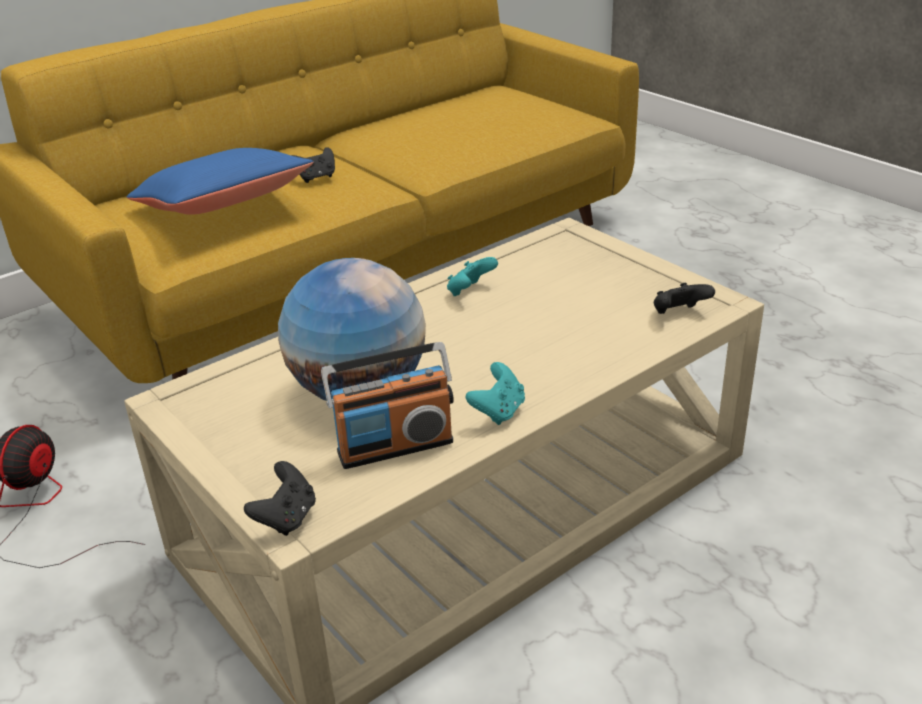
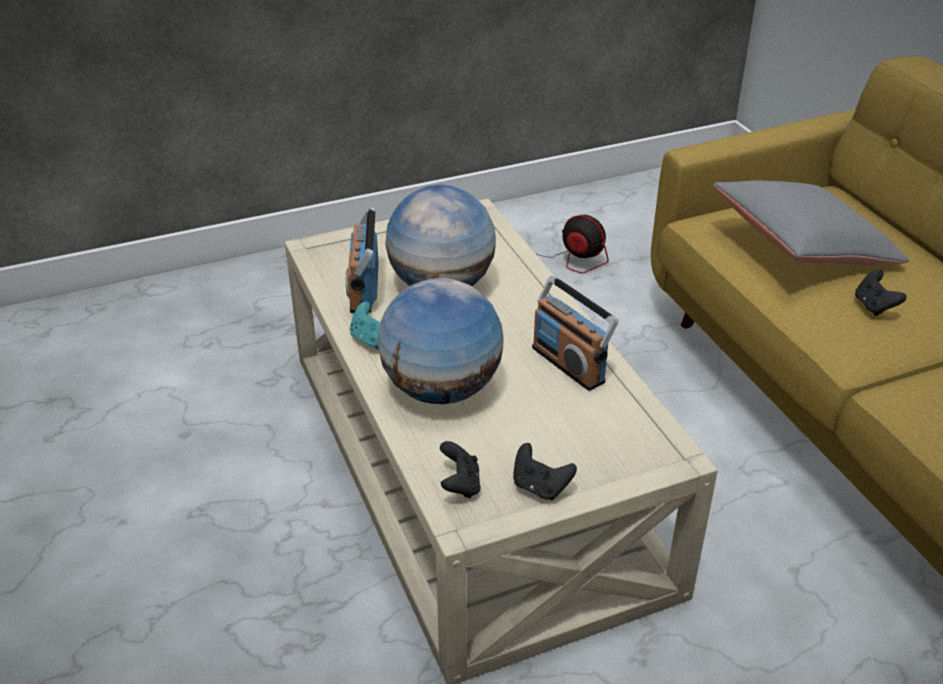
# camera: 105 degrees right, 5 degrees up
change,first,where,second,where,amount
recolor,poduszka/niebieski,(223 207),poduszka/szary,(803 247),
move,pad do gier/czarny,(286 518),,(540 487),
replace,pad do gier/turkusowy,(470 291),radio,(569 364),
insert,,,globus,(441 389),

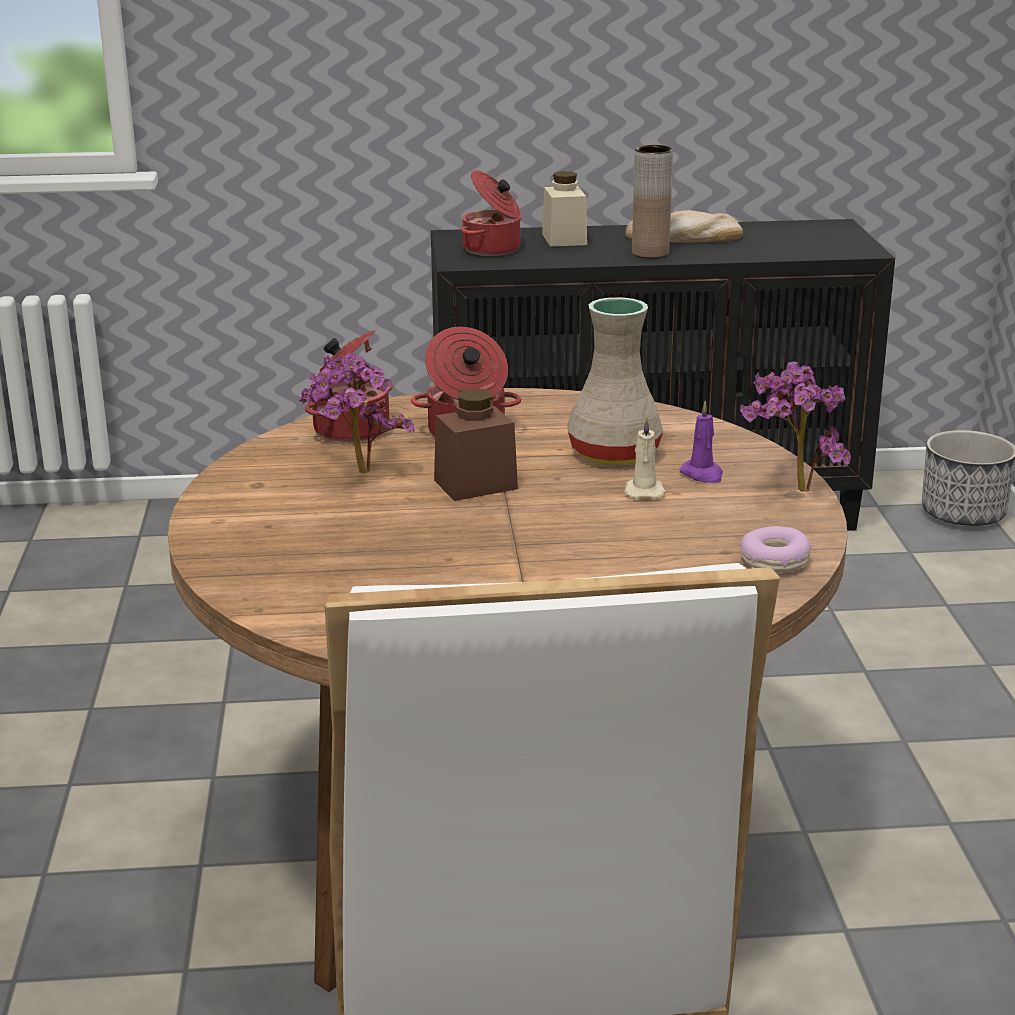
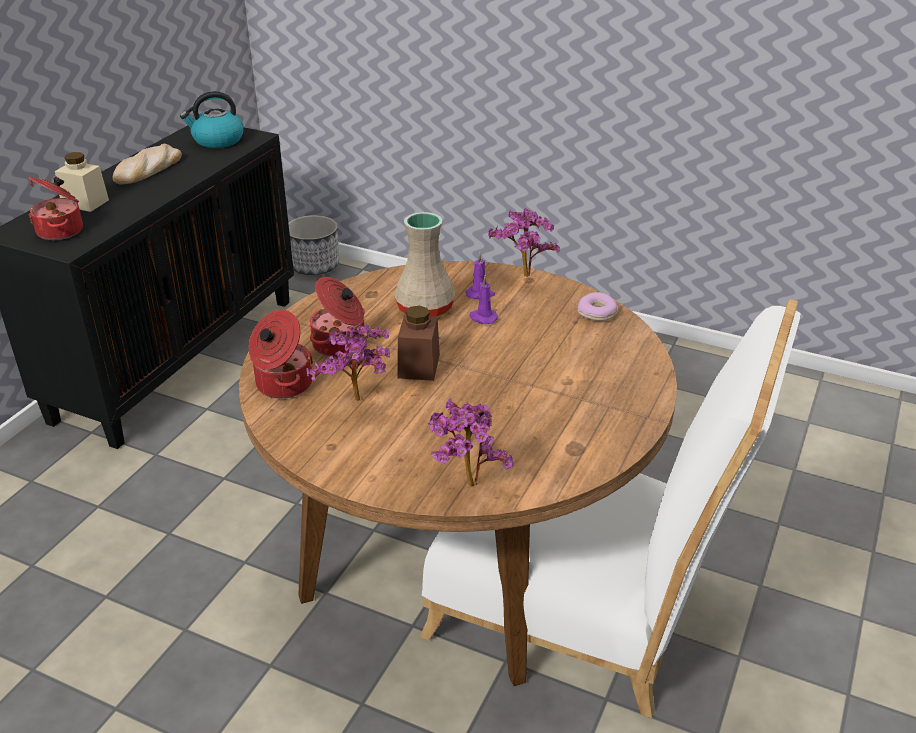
# camera: 60 degrees left, 10 degrees up
change,first,where,second,where,amount
recolor,świeca/beżowy,(644 491),świeca/fioletowy,(482 318),
delete,wazon/brązowy,(650 253),,,
insert,,,czajnik,(217 140),
insert,,,roślina doniczkowa,(465 487),

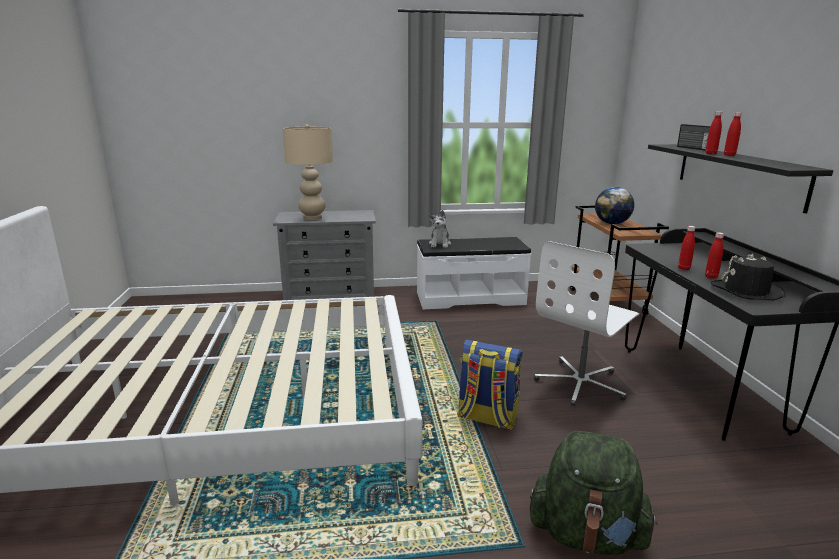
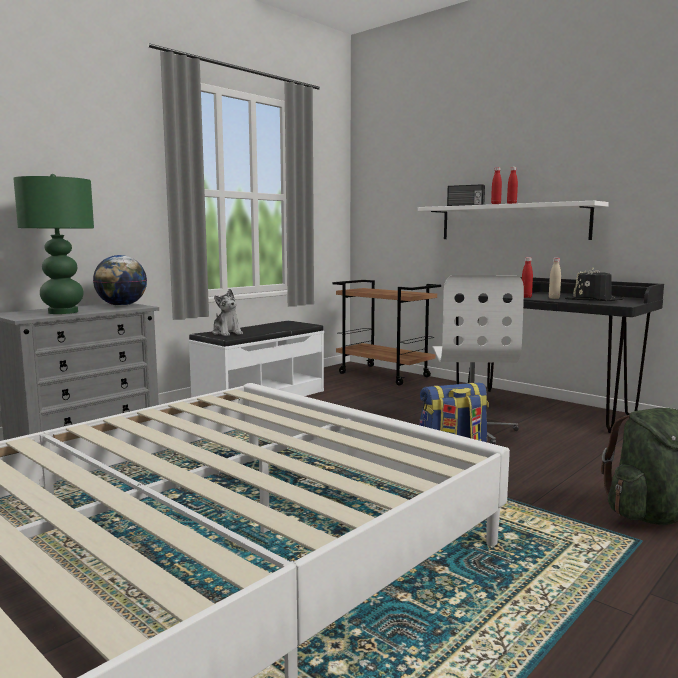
# camera: 40 degrees left, 10 degrees down
change,first,where,second,where,amount
recolor,lampa stołowa/beżowy,(312 218),lampa stołowa/zielony,(62 312),
move,globus,(611 223),,(121 305),
recolor,półka/czarny,(737 174),półka/biały,(512 222),
recolor,butelka/czerwony,(711 277),butelka/beżowy,(554 298),

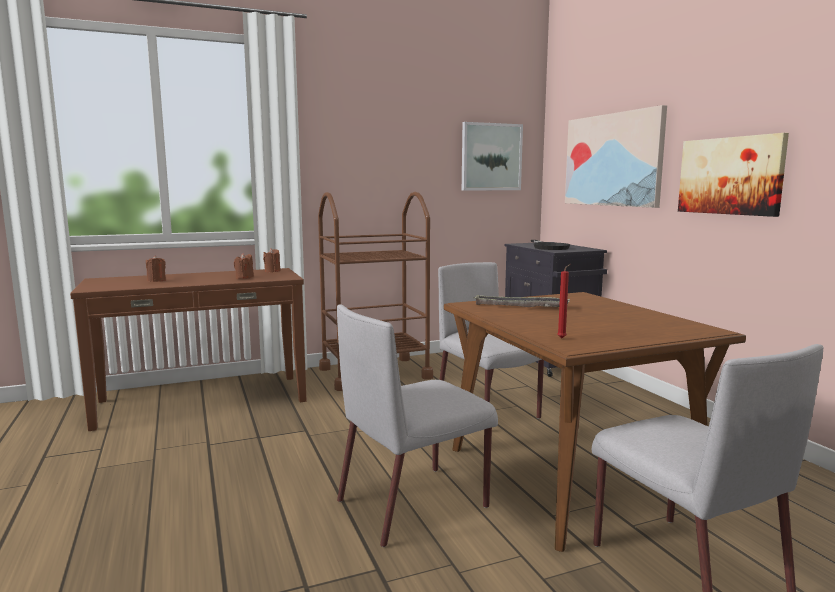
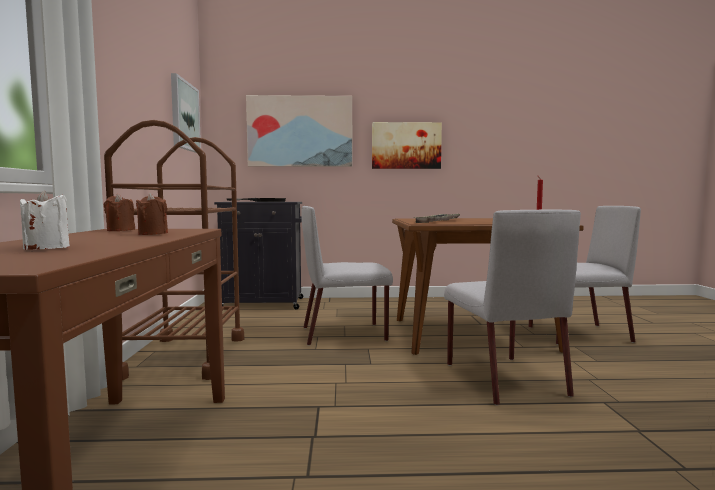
# camera: 70 degrees left, 5 degrees down
change,first,where,second,where,amount
recolor,świeca/brązowy,(156 280),świeca/biały,(47 248),

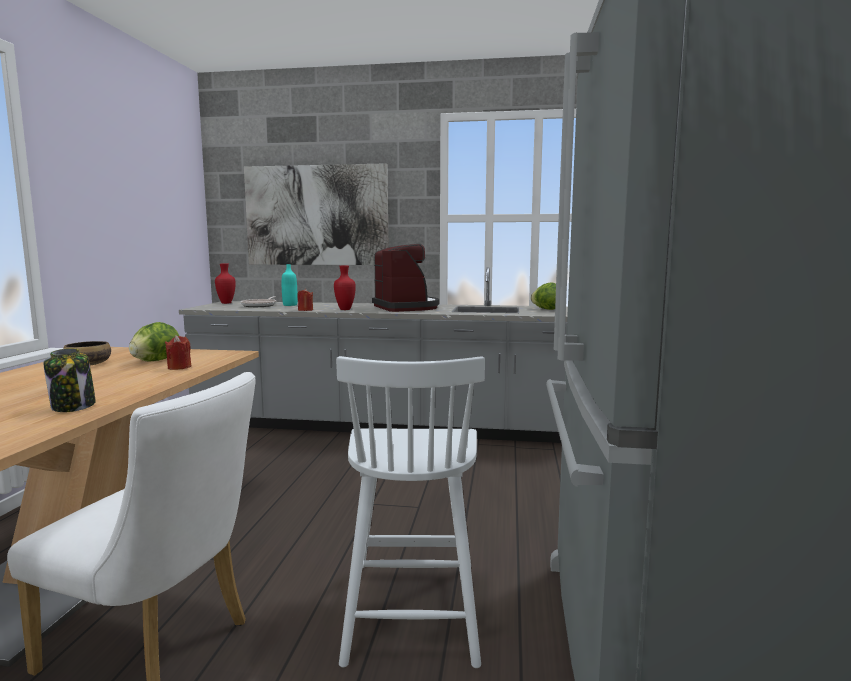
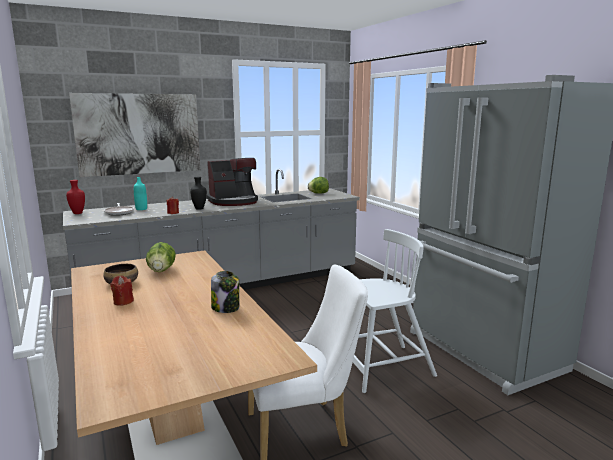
# camera: 35 degrees left, 5 degrees up
change,first,where,second,where,amount
move,świeca/czerwony,(179 367),,(123 301),
recolor,wazon/czerwony,(345 309),wazon/czarny,(199 208),
rotate,krzesło/biały,(412 607),,(382 368),75 degrees counterclockwise
rotate,ekspres do kawy,(406 307),,(234 201),120 degrees clockwise

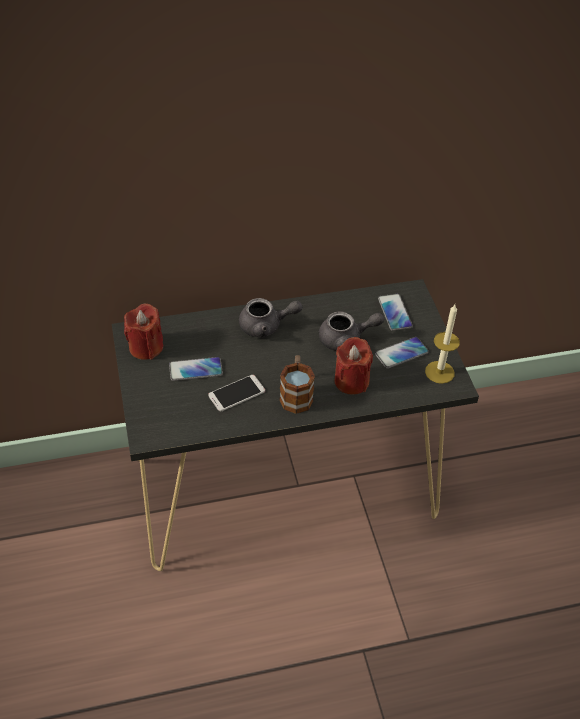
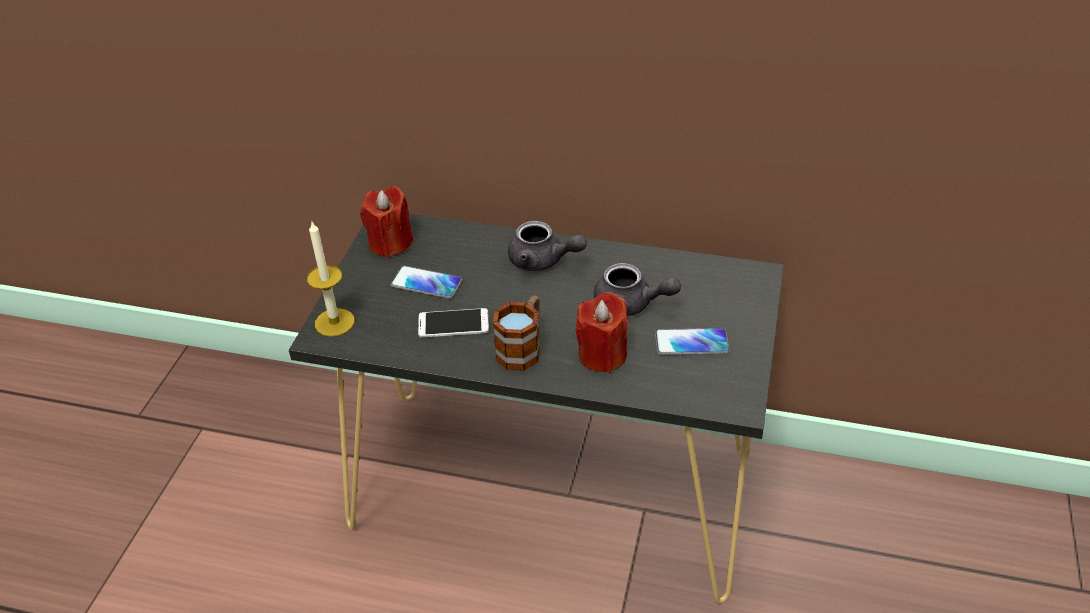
# camera: 30 degrees right, 5 degrees down
change,first,where,second,where,amount
delete,telefon,(394 313),,,
move,świeca,(439 372),,(334 322),

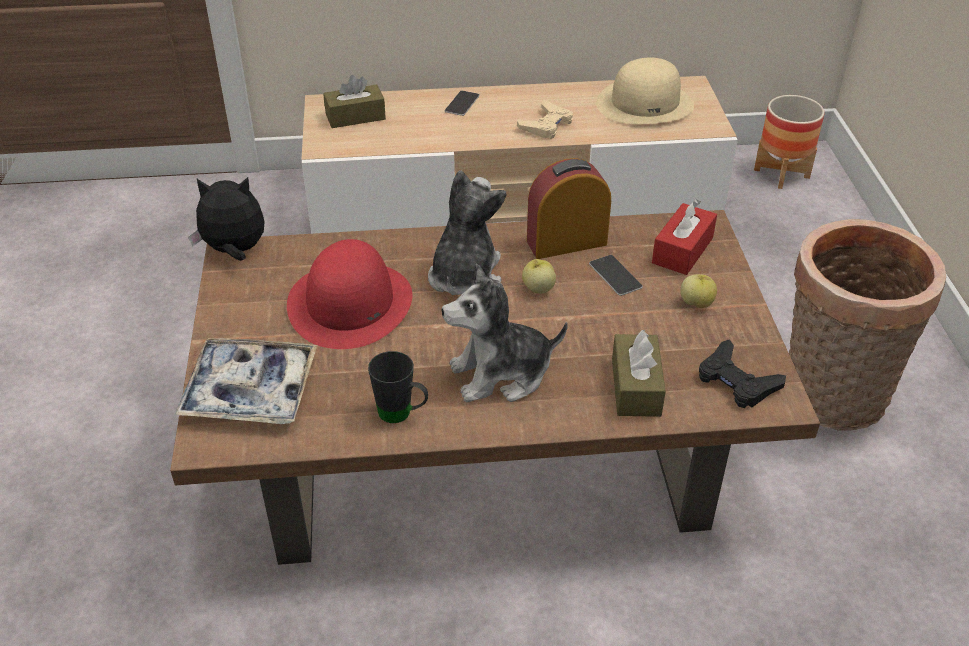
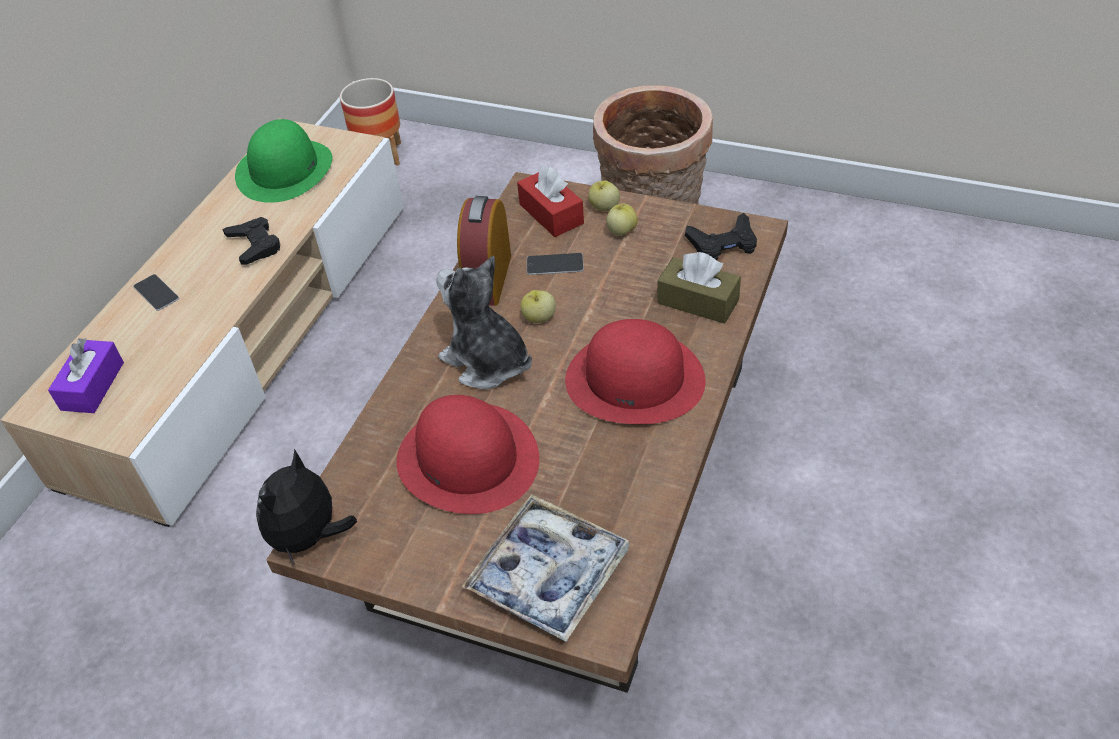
# camera: 60 degrees left, 5 degrees up
change,first,where,second,where,amount
recolor,pudełko chusteczek/brązowy,(355 116),pudełko chusteczek/fioletowy,(92 386),
delete,kubek/czarny,(402 415),,,
replace,pluszak,(501 374),kapelusz/czerwony,(635 379),
recolor,pad do gier/beżowy,(546 125),pad do gier/czarny,(255 245),
recolor,kapelusz/beżowy,(645 103),kapelusz/zielony,(284 170),
insert,,,jabłko,(604 207),

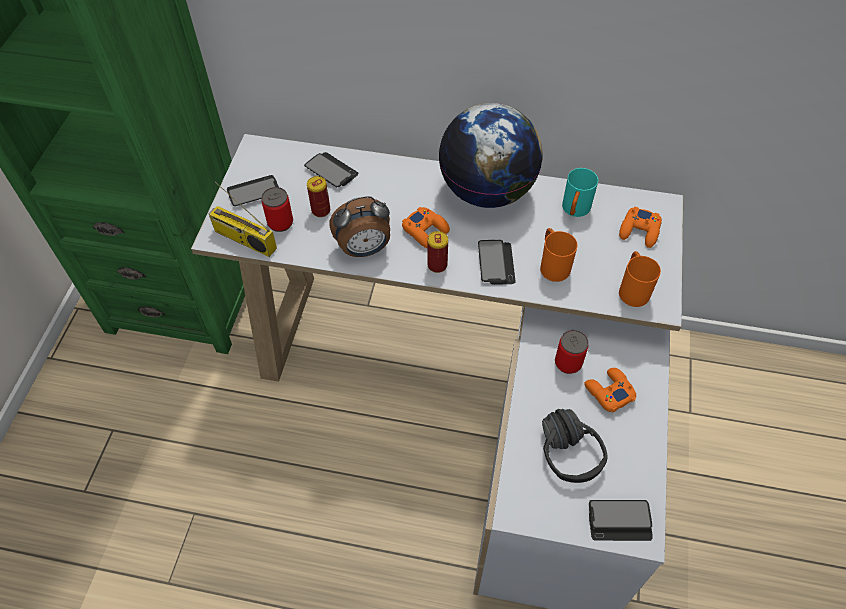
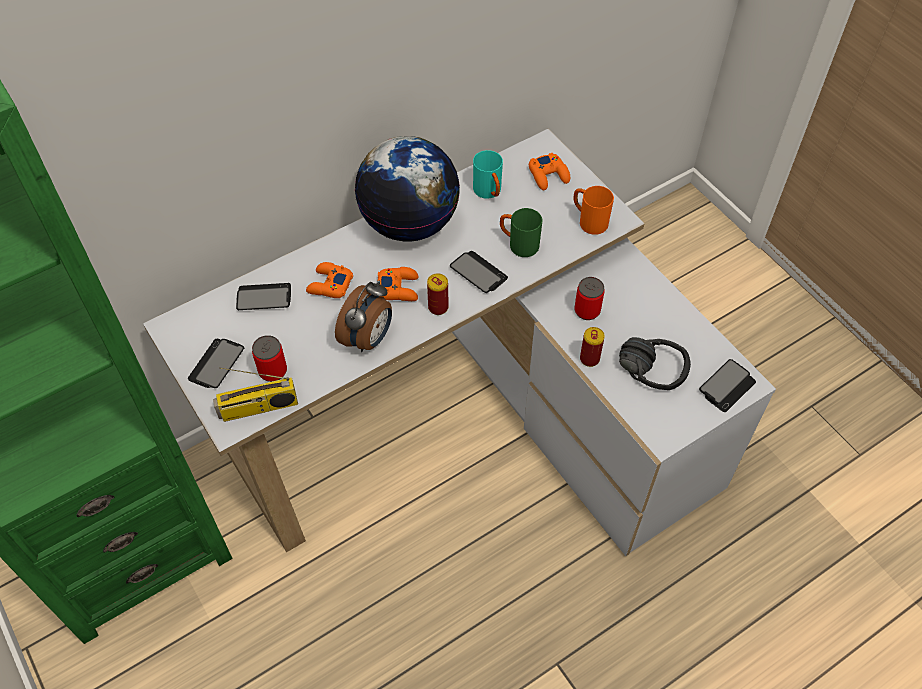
# camera: 45 degrees left, 0 degrees up
change,first,where,second,where,amount
move,puszka,(321 210),,(589 359),
recolor,kubek/pomarańczowy,(552 265),kubek/zielony,(518 244),
move,pad do gier/pomarańczowy,(608 392),,(329 285),

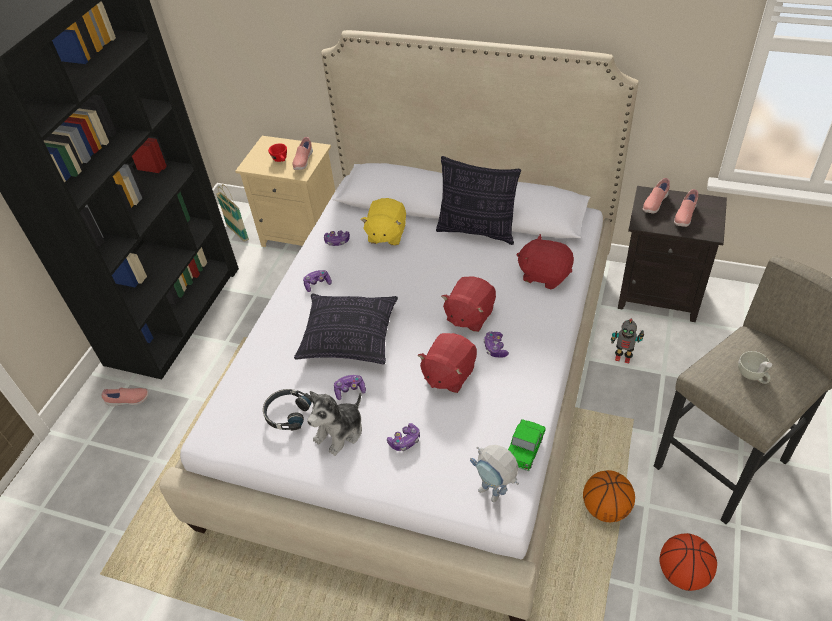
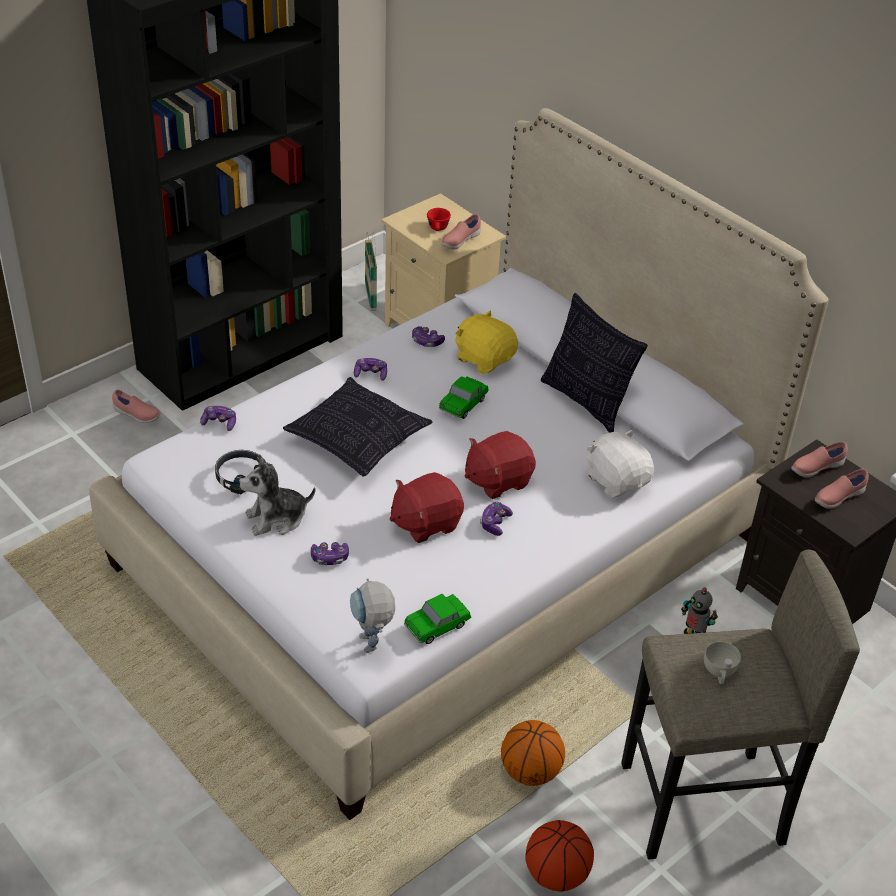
# camera: 25 degrees right, 5 degrees down
change,first,where,second,where,amount
move,pad do gier,(350 390),,(219 423),
rotate,pluszak/żółty,(386 234),,(484 359),90 degrees clockwise
recolor,pluszak/czerwony,(544 275),pluszak/biały,(617 480),
insert,,,samochodzik,(463 405),

